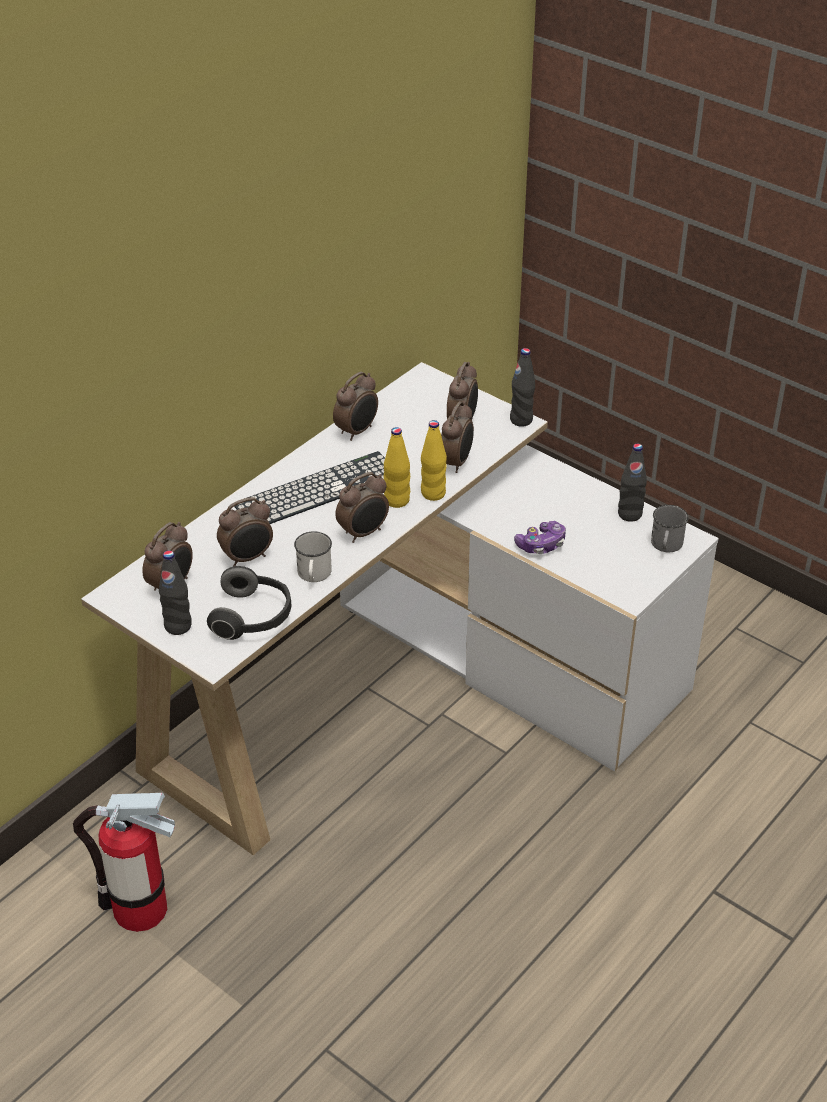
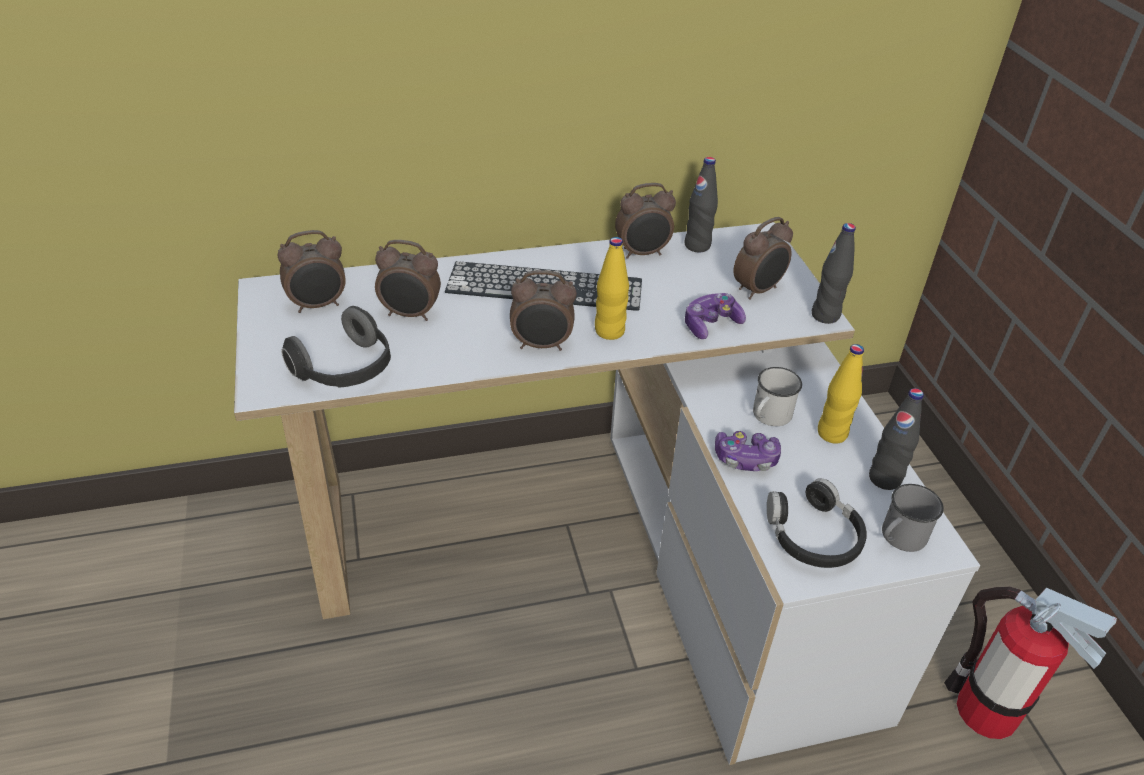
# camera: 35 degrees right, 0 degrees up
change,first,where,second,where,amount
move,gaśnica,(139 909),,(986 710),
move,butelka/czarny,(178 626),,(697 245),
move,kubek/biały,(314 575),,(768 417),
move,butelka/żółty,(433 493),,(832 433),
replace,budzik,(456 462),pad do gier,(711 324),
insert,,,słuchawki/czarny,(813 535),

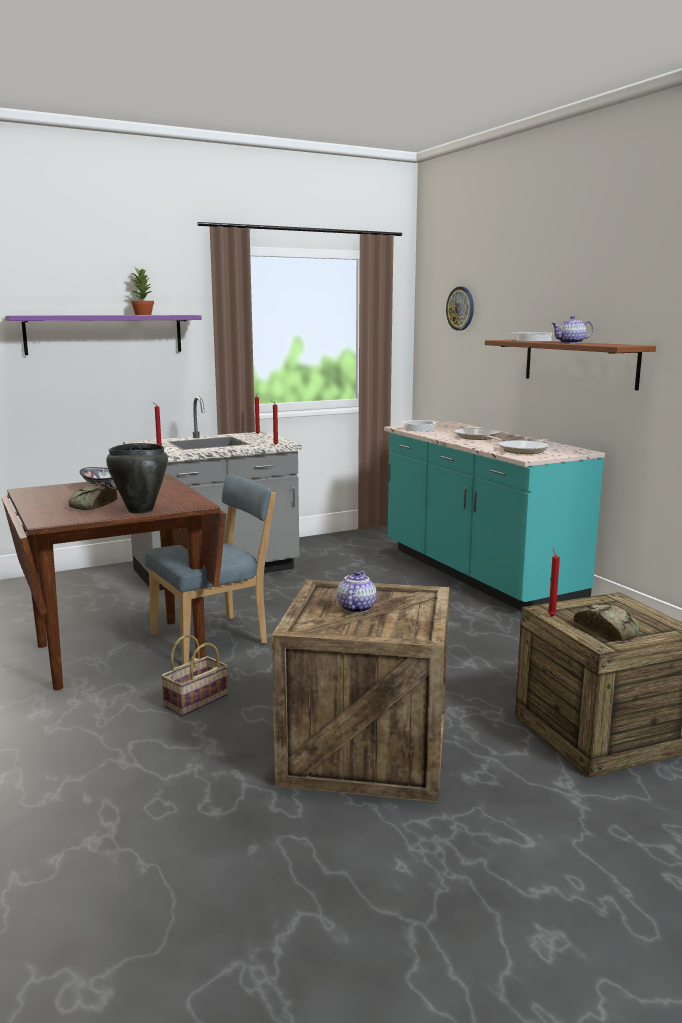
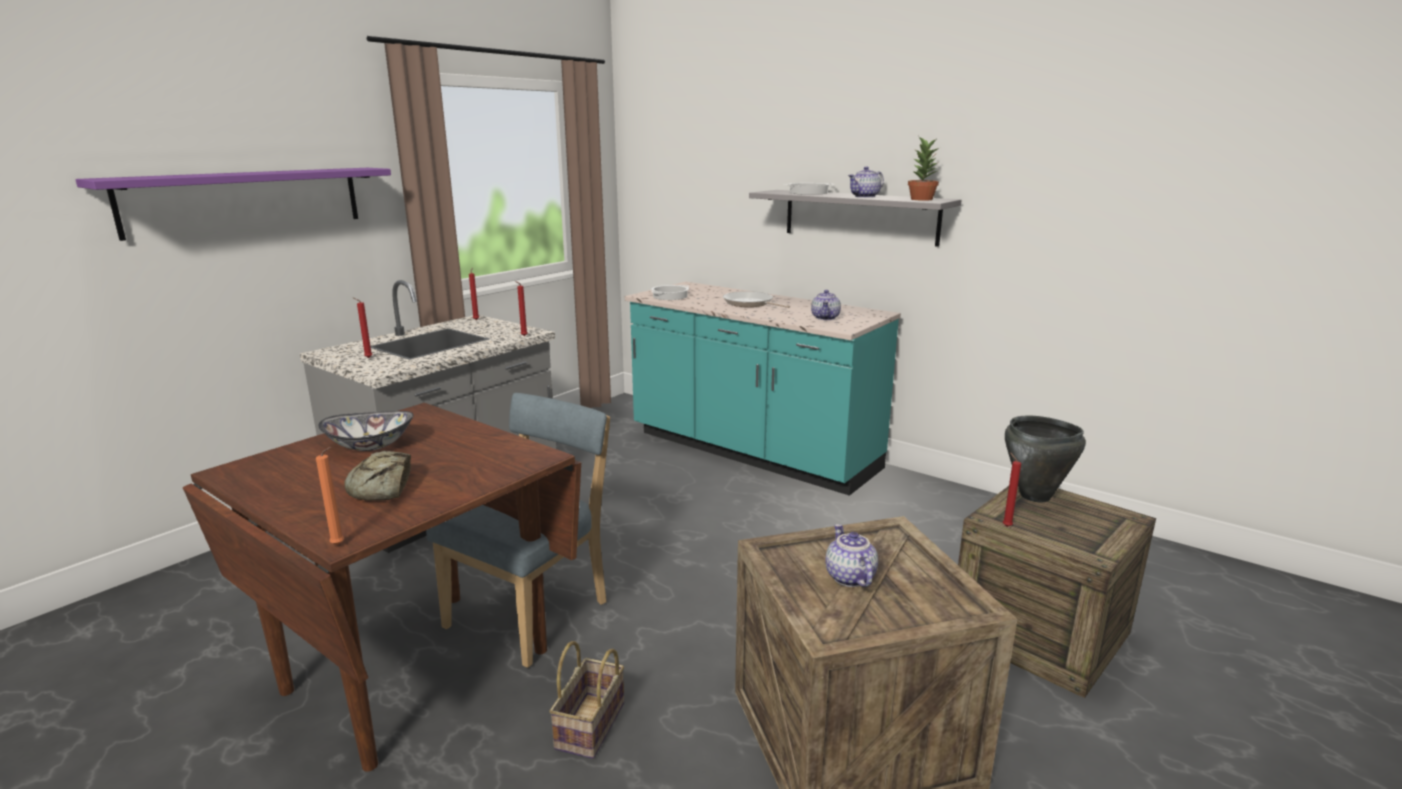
# camera: 25 degrees left, 5 degrees up
change,first,where,second,where,amount
move,garnek/czarny,(140 510),,(1035 496),
move,roślina doniczkowa,(143 314),,(921 199),
delete,zegar ścienny,(460 308),,,
recolor,półka/brązowy,(579 363),półka/szary,(860 216),
replace,patelnia,(525 450),imbryk,(825 318),
delete,chleb,(607 629),,,
insert,,,świeca/pomarańczowy,(339 545),

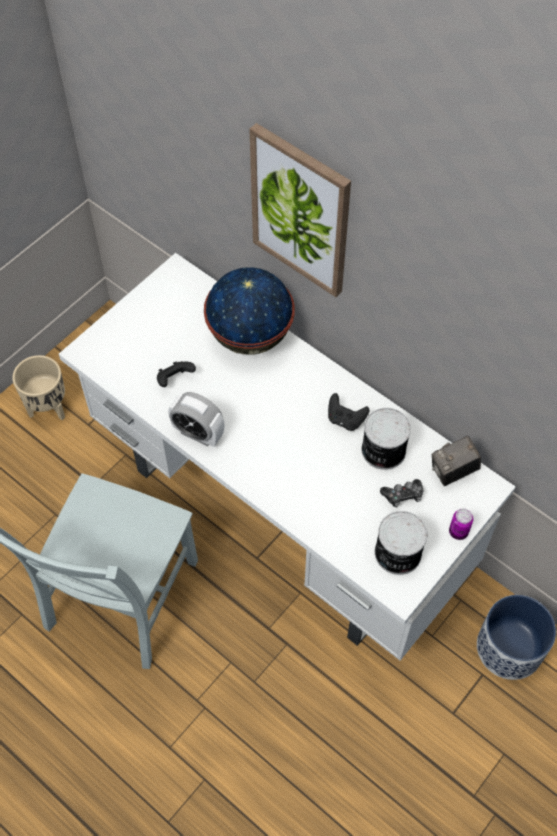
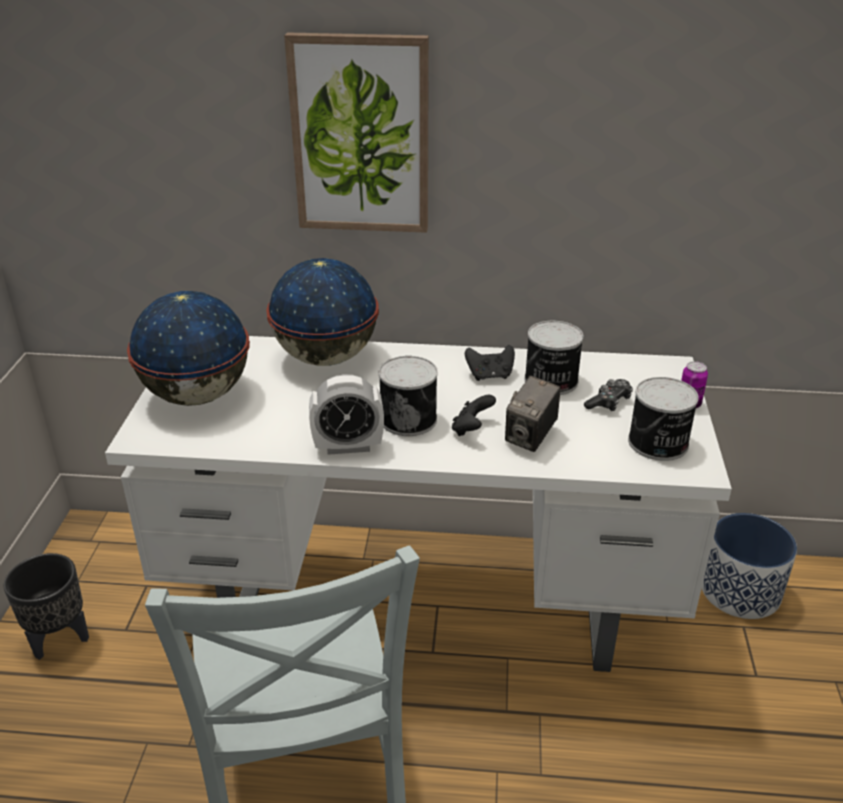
# camera: 35 degrees left, 25 degrees down
change,first,where,second,where,amount
recolor,donica/beżowy,(48 408),donica/czarny,(60 638),
move,pad do gier/czarny,(175 379),,(471 429),
move,aparat fotograficzny,(453 472),,(530 437),
insert,,,globus,(196 396),
insert,,,puszka,(409 418),

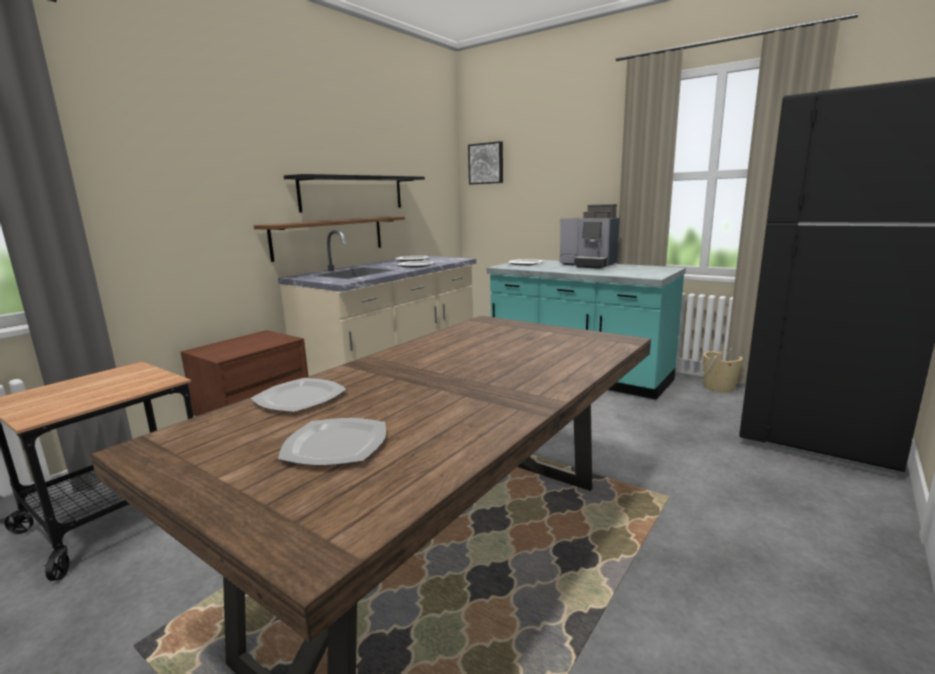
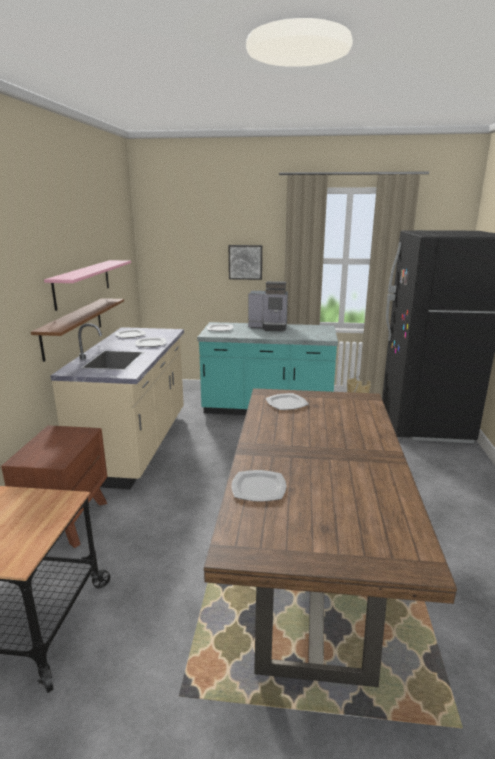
# camera: 30 degrees left, 5 degrees up
change,first,where,second,where,amount
move,talerz,(334 445),,(286 403),
recolor,półka/czarny,(353 193),półka/różowy,(83 283),
move,obraz,(486 163),,(245 262),

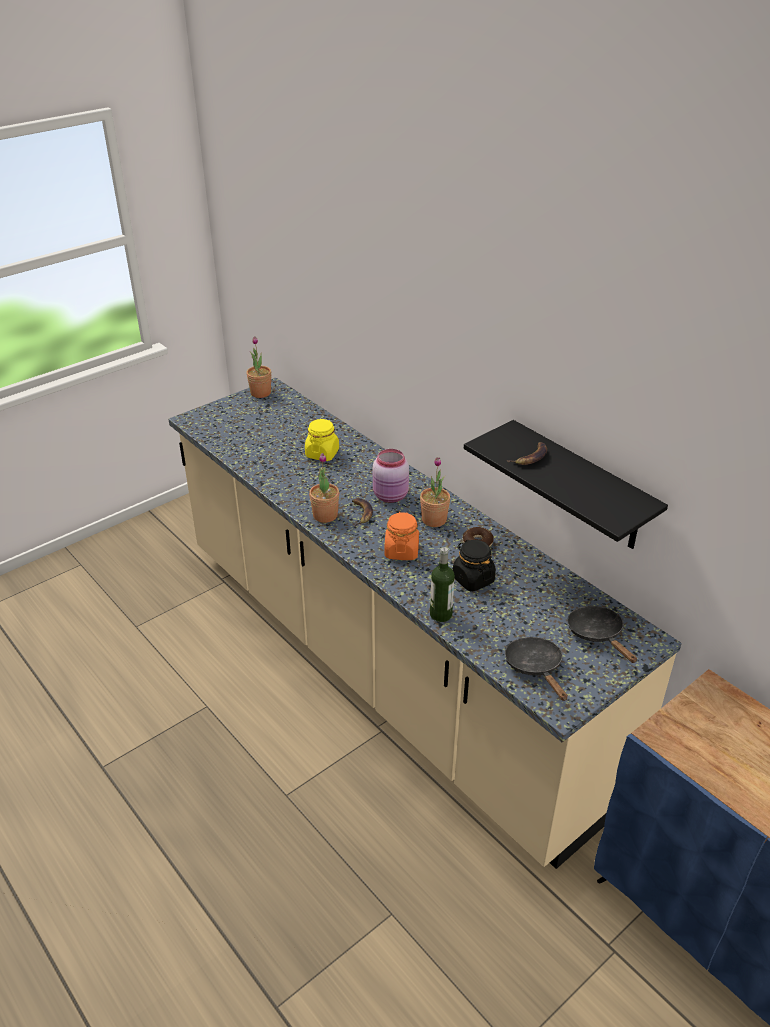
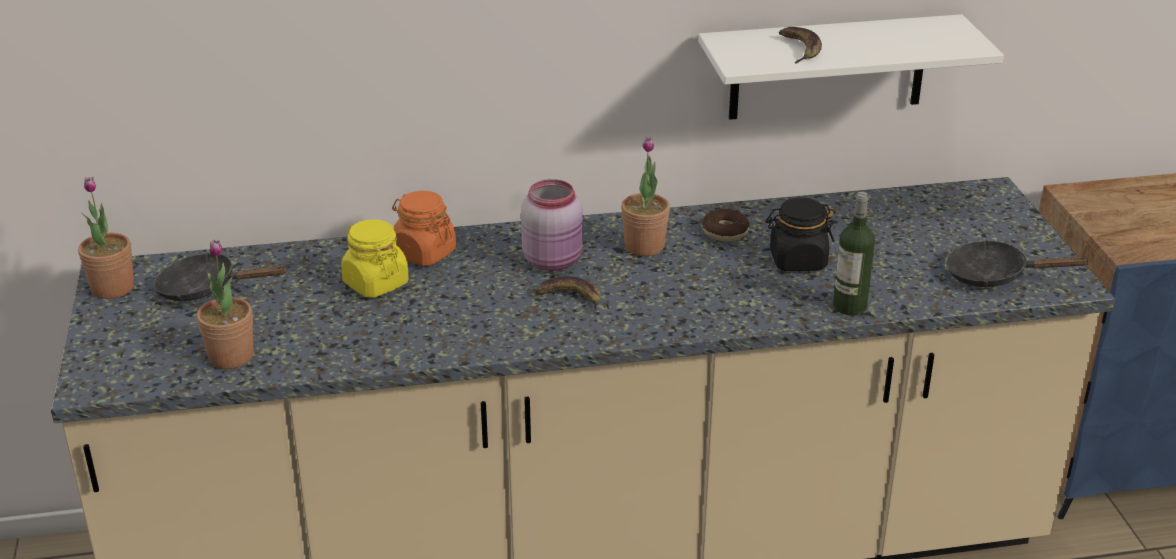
# camera: 60 degrees left, 5 degrees down
change,first,where,second,where,amount
move,roślina doniczkowa,(325 515),,(231 356),
move,słoik/pomarańczowy,(401 551),,(424 253),
recolor,półka/czarny,(581 487),półka/biały,(828 67),
move,patelnia/czarny,(597 634),,(206 288),

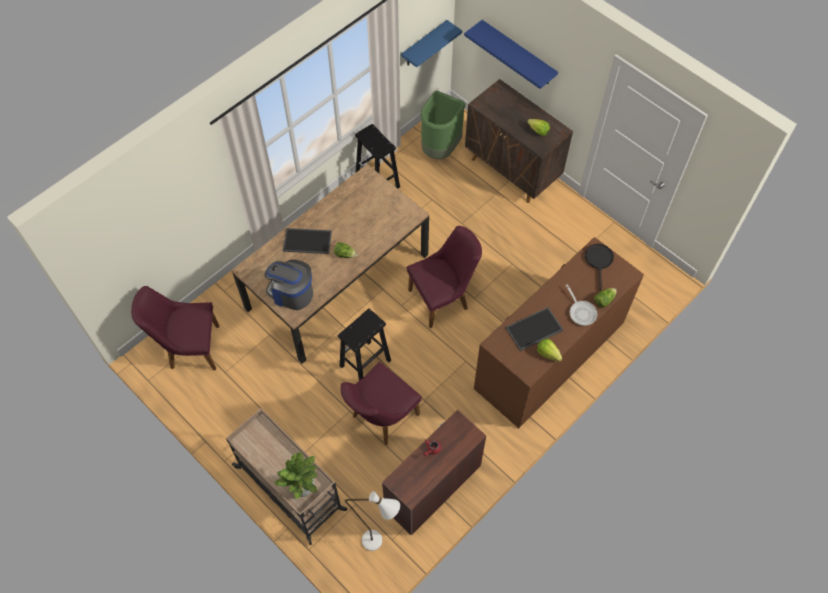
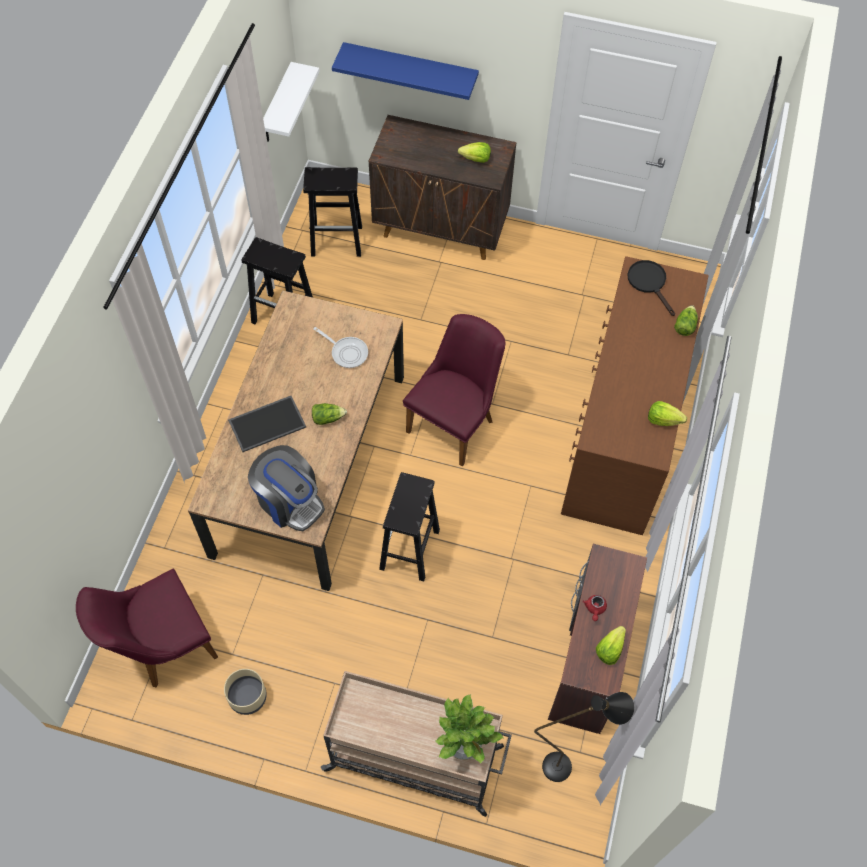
# camera: 30 degrees left, 0 degrees up
change,first,where,second,where,amount
rotate,ekspres do kawy,(291 293),,(289 501),135 degrees counterclockwise
delete,krzesło/fioletowy,(380 418),,,
recolor,lampa stojąca/biały,(379 543),lampa stojąca/czarny,(568 765),
recolor,półka/niebieski,(424 44),półka/biały,(277 105),
replace,kosz na śmieci/zielony,(440 149),stołek/czarny,(337 240),
delete,taca,(534 330),,,
move,patelnia,(581 312),,(347 352),
insert,,,donica/beżowy,(248 696),
insert,,,sałata,(609 649),

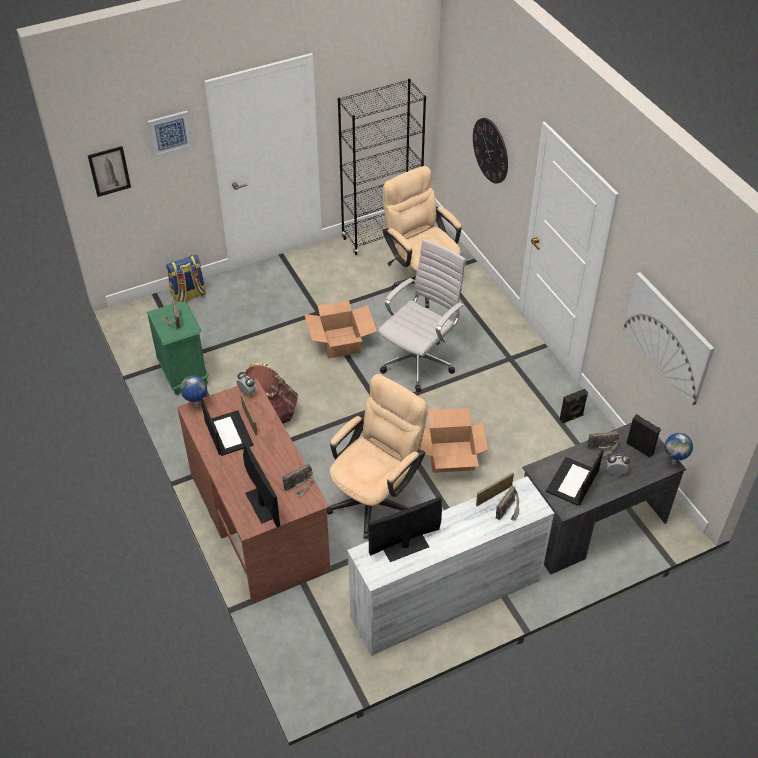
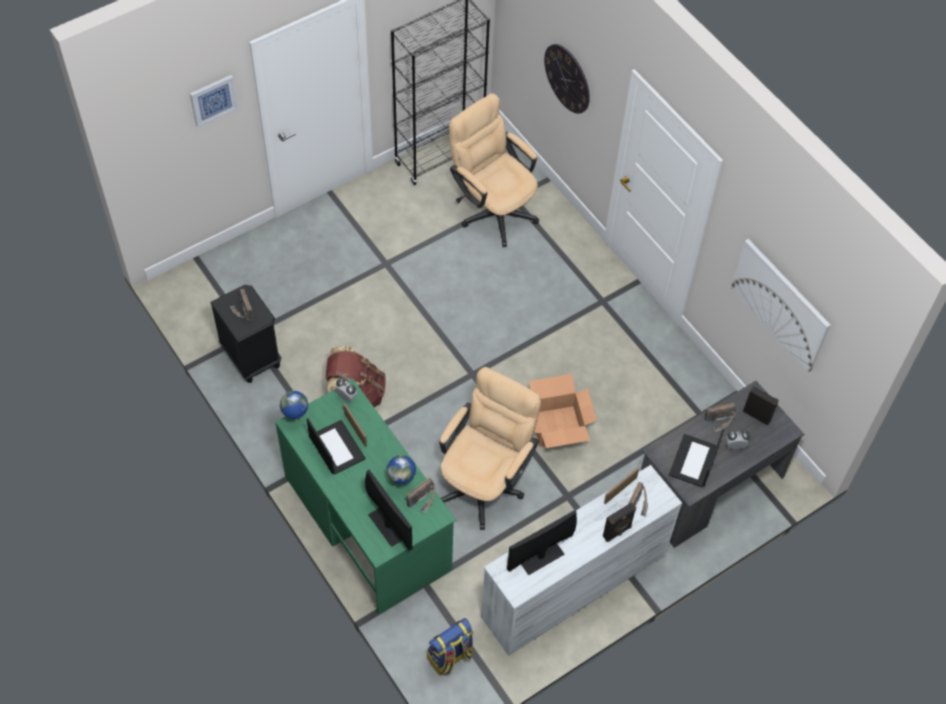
# camera: 10 degrees left, 10 degrees up
change,first,where,second,where,amount
delete,obraz,(109 171),,,
recolor,szafka nocna/zielony,(183 374),szafka nocna/czarny,(251 357),
move,plecak,(188 295),,(450 657),
recolor,biurko/brązowy,(258 520),biurko/zielony,(367 521),
delete,karton,(341 342),,,
delete,krzesło biurowe/biały,(419 361),,,
move,głośnik/czarny,(571 418),,(617 532),
move,globus,(674 462),,(402 482),

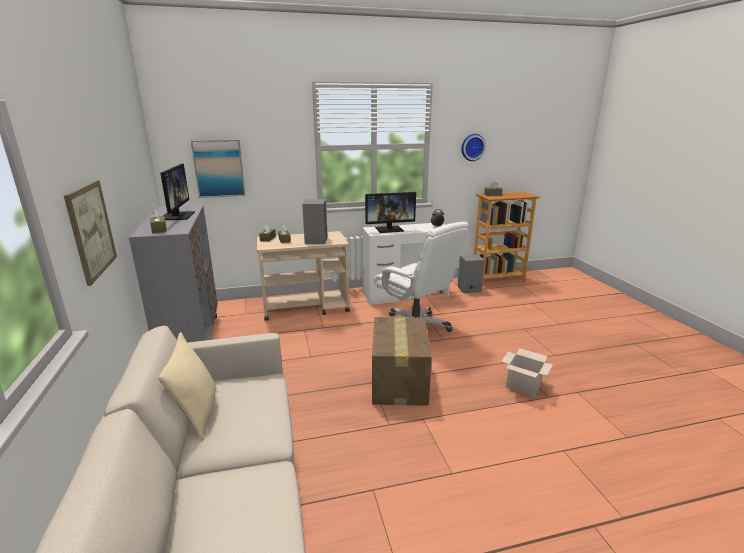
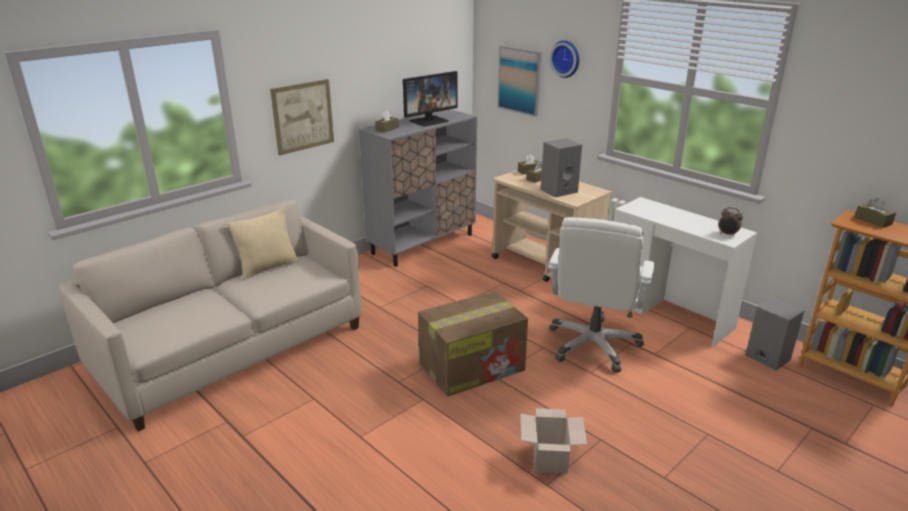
# camera: 60 degrees right, 5 degrees up
change,first,where,second,where,amount
delete,monitor,(389 229),,,
move,zegar ścienny,(472 147),,(566 58),

